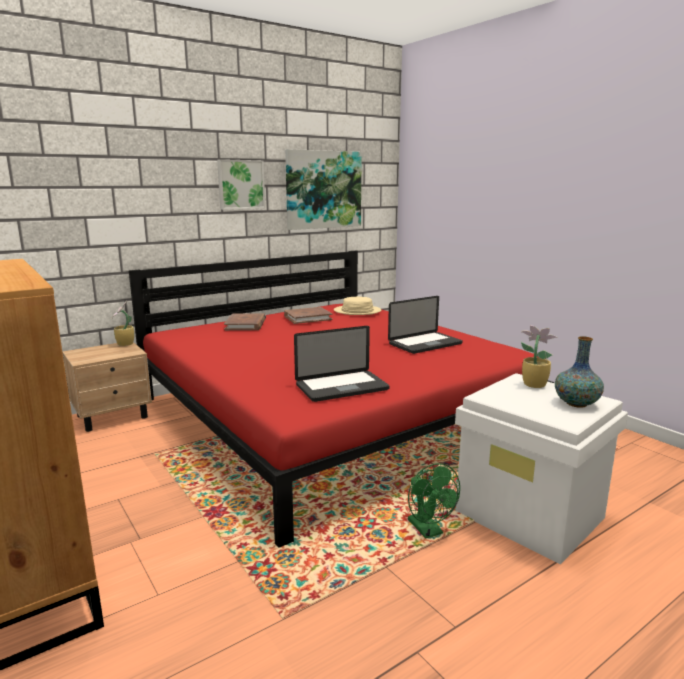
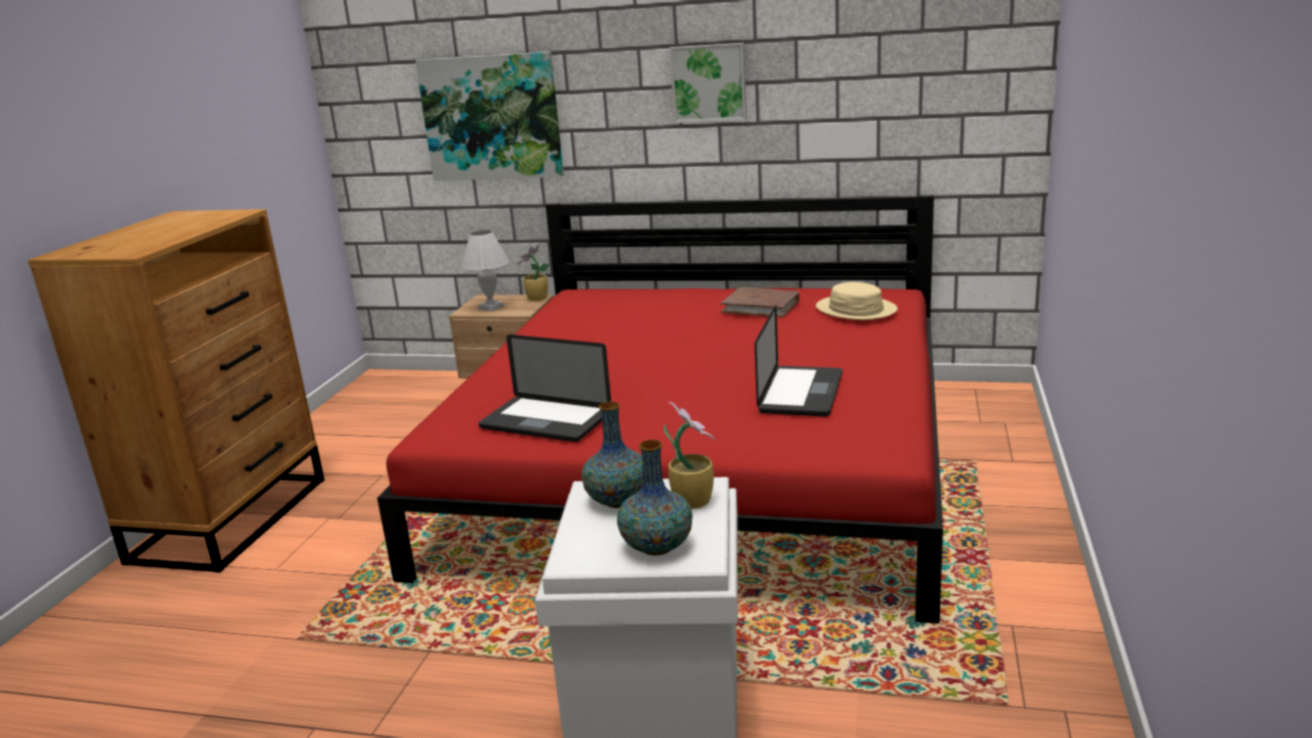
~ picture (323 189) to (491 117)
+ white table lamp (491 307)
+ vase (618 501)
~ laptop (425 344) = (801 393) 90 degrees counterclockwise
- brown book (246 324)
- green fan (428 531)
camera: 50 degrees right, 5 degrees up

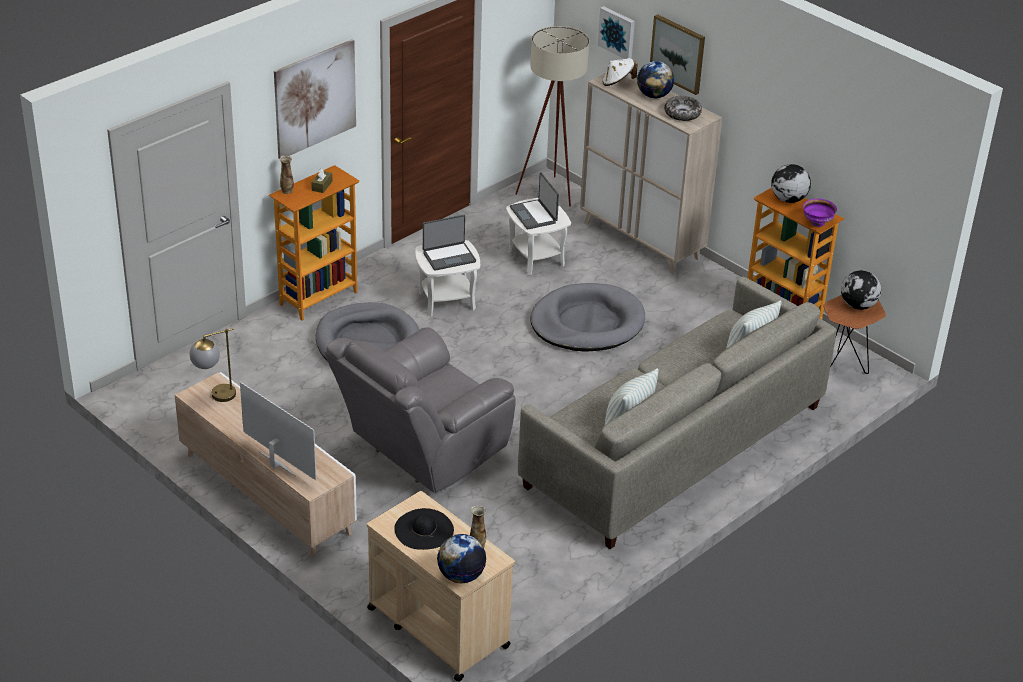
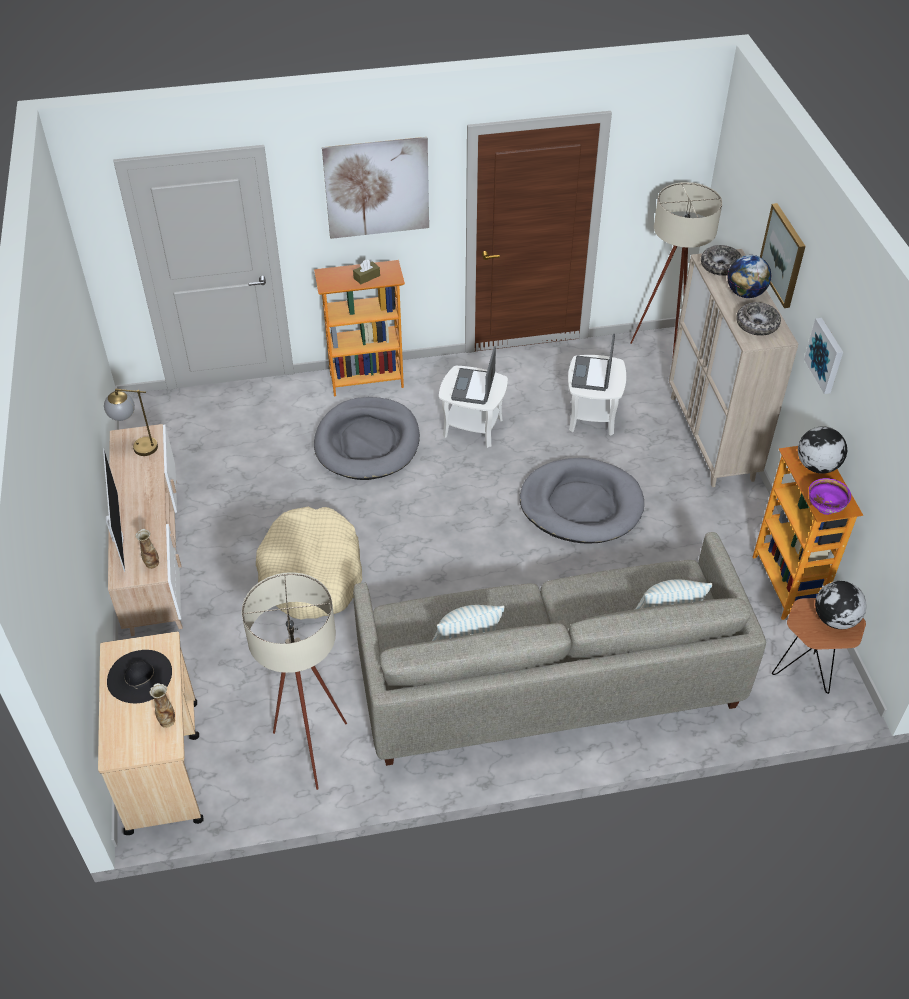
~ vase (287 191) to (152 563)
+ beige floor lamp (312 756)
~ grey armchair (421 453) to beige dog bed (312 574)
~ laptop (449 256) = (474 387) 90 degrees clockwise
~ white hat (617 82) to bowl (720 266)
~ picture (617 32) to (826 355)
- globe (461 576)
camera: 35 degrees right, 10 degrees up

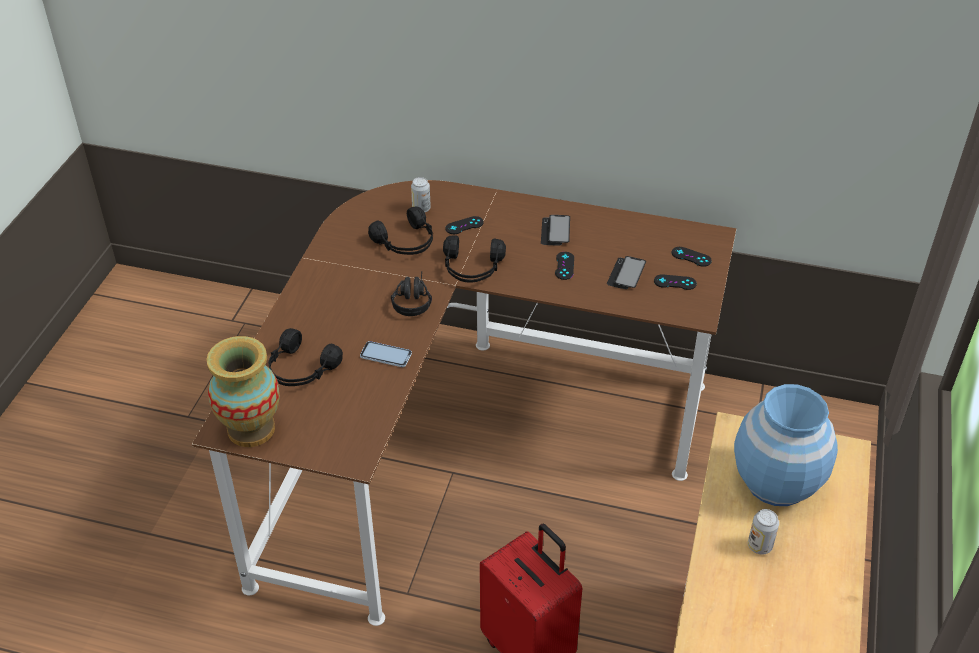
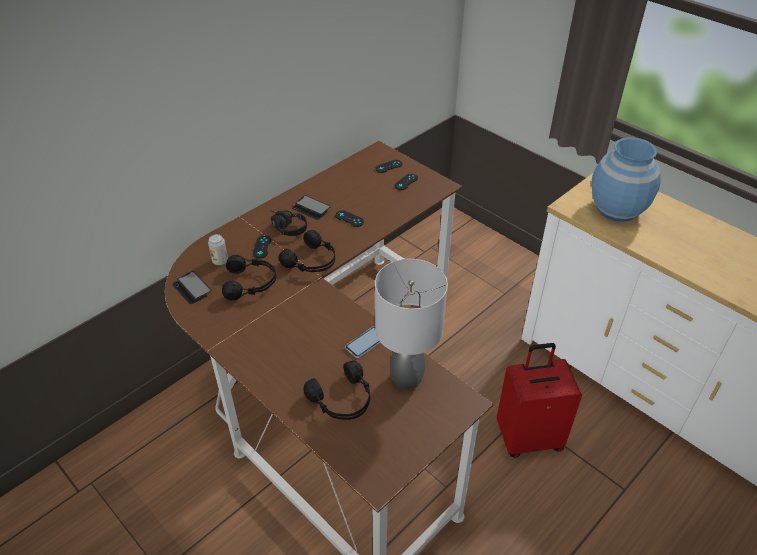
~ phone (626 274) to (192 288)
~ black headphones (412 299) to (285 227)
+ grey table lamp (406 378)
- vase (251 429)
- can (759 546)
camera: 60 degrees left, 0 degrees up

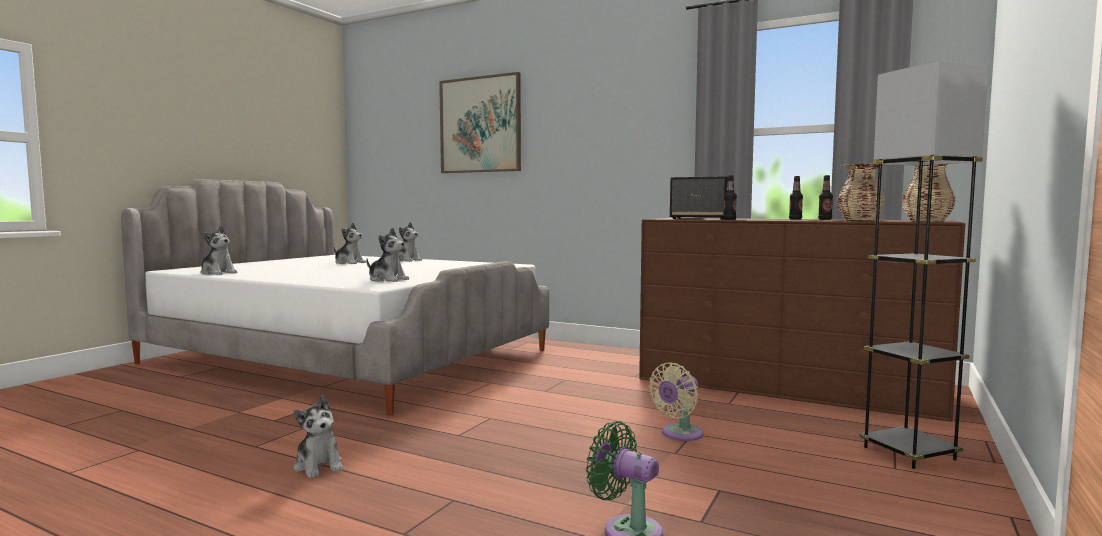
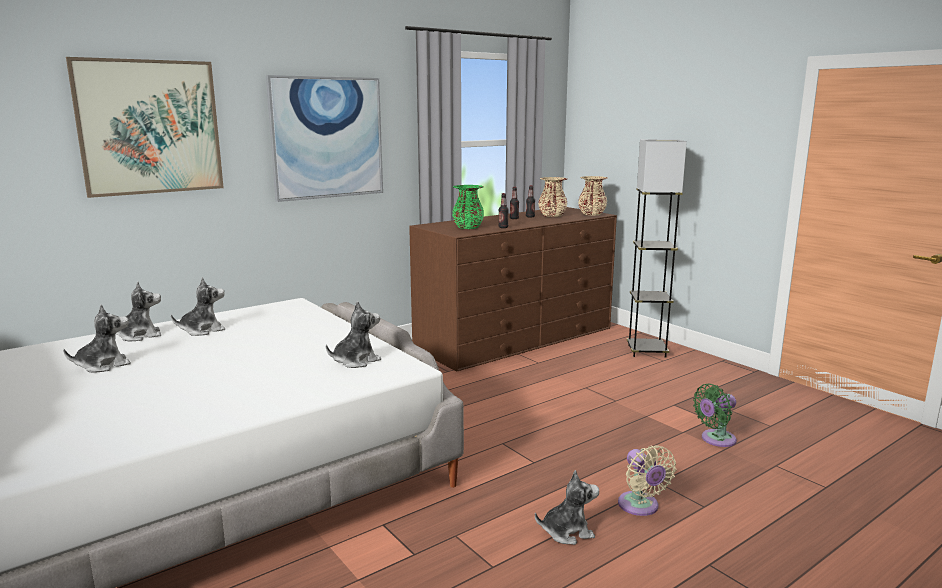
~ plush toy (218 273) to (203 330)
+ picture (327 138)
~ speaker (700 218) to green vase (468 227)
~ beige fan (679 434) to (640 507)
camera: 65 degrees left, 10 degrees up

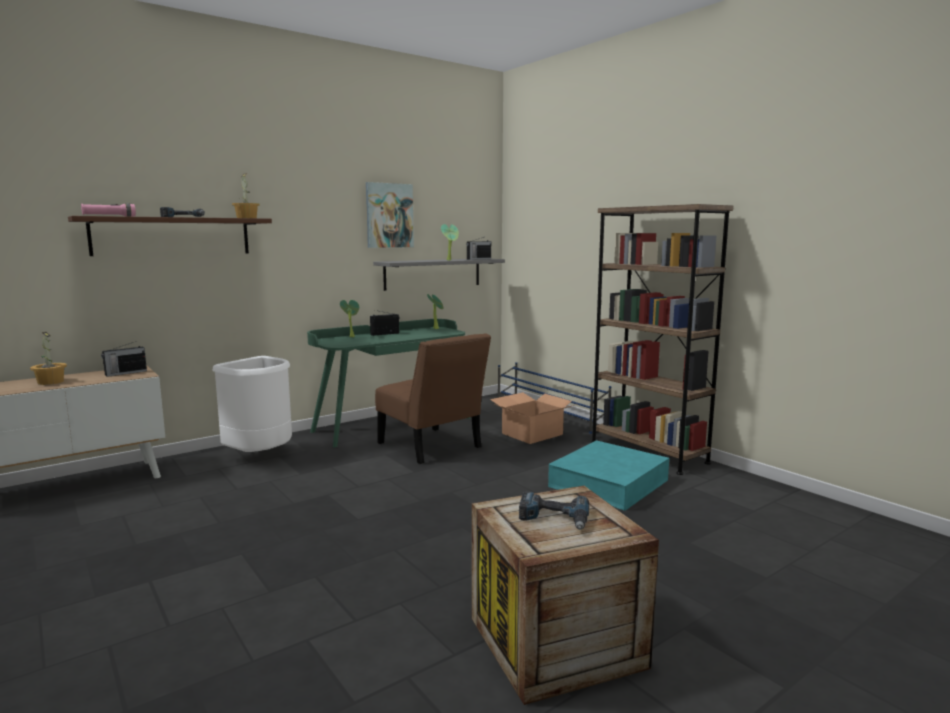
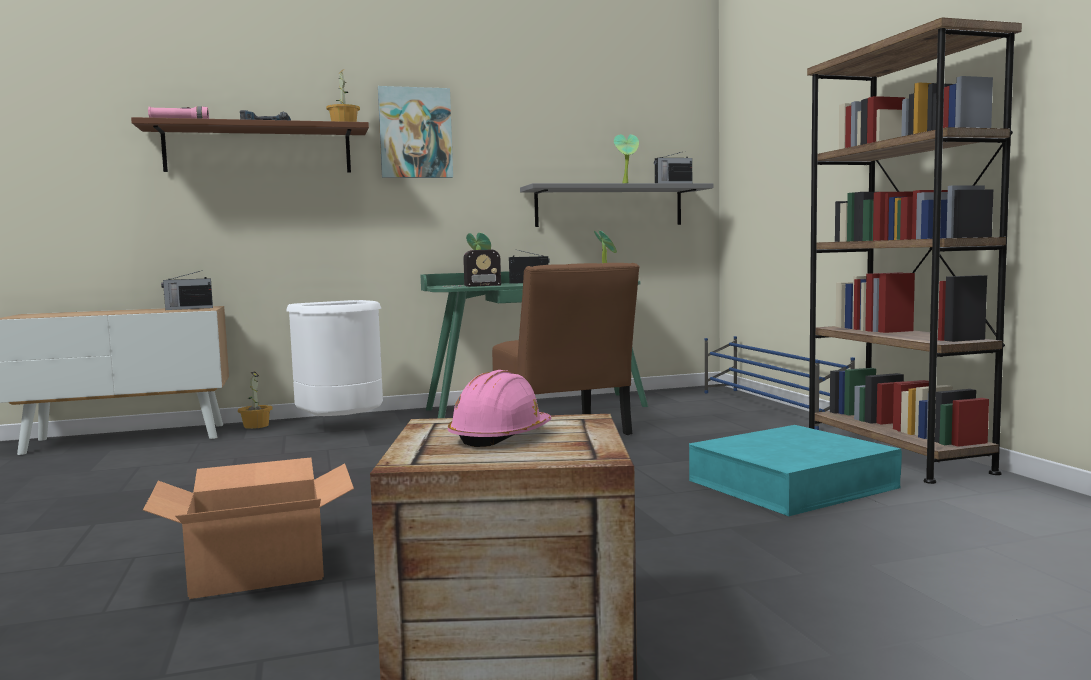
~ cardboard box (531 434) to (258 568)
~ potted plant (50 382) to (256 426)
~ picture (389 215) to (415 133)
+ radio (469 286)
~ power drill (554 518) to pink hard hat (500 437)
camera: 20 degrees right, 5 degrees down

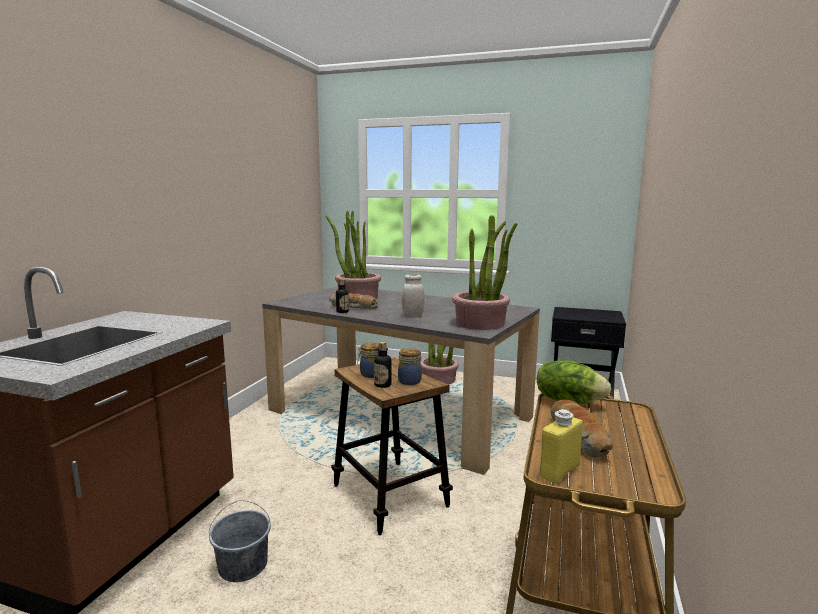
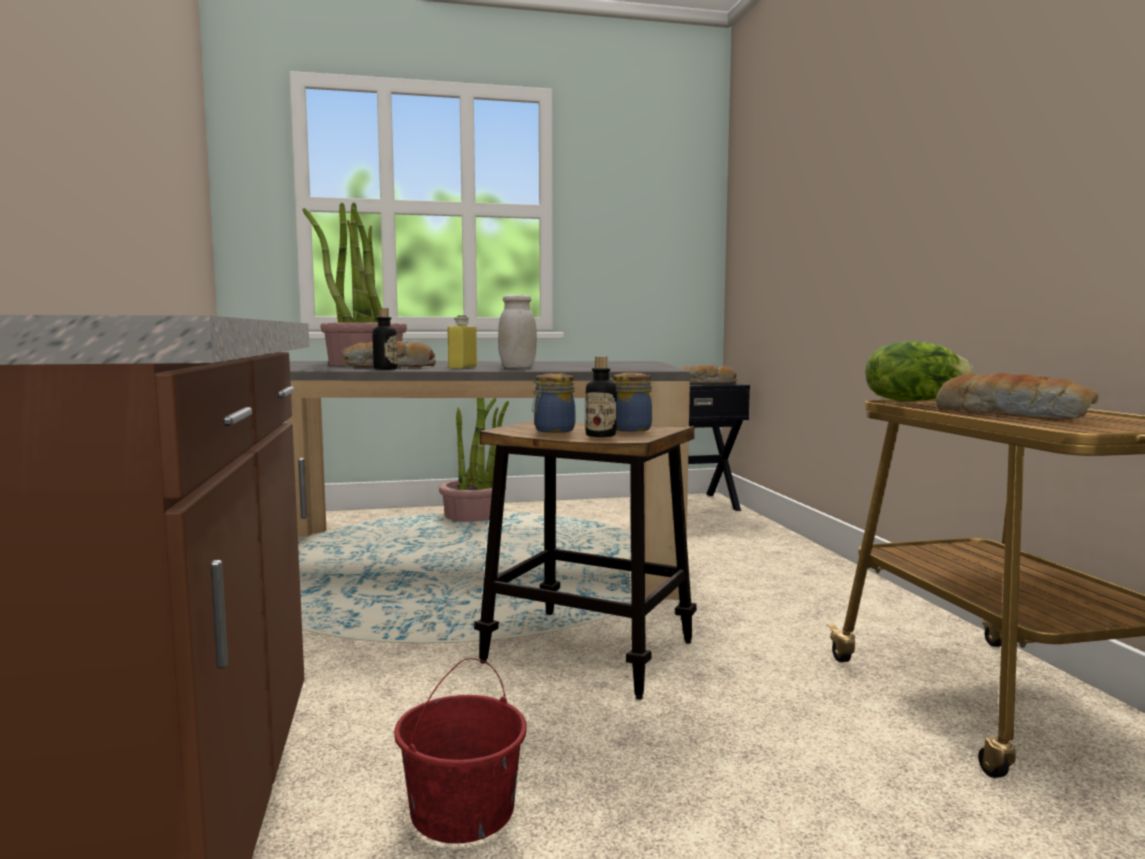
~ grey bucket (243 565) to red bucket (463 811)
~ yellow bottle (559 471) to (462 367)
+ bread (704 384)
- potted plant (480 323)
camera: 30 degrees left, 5 degrees down

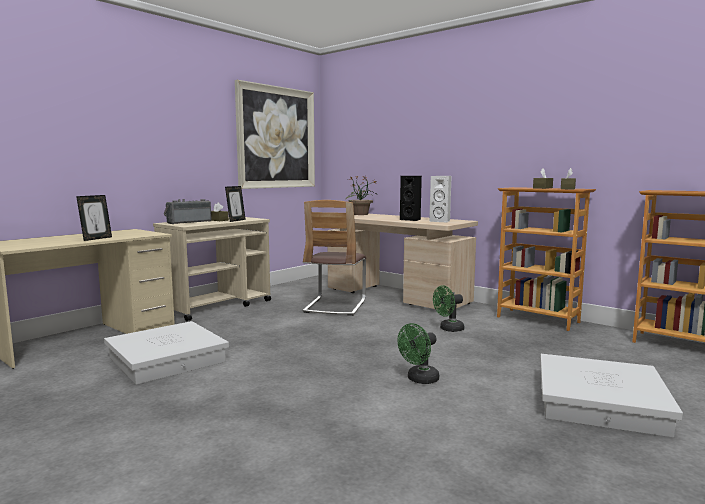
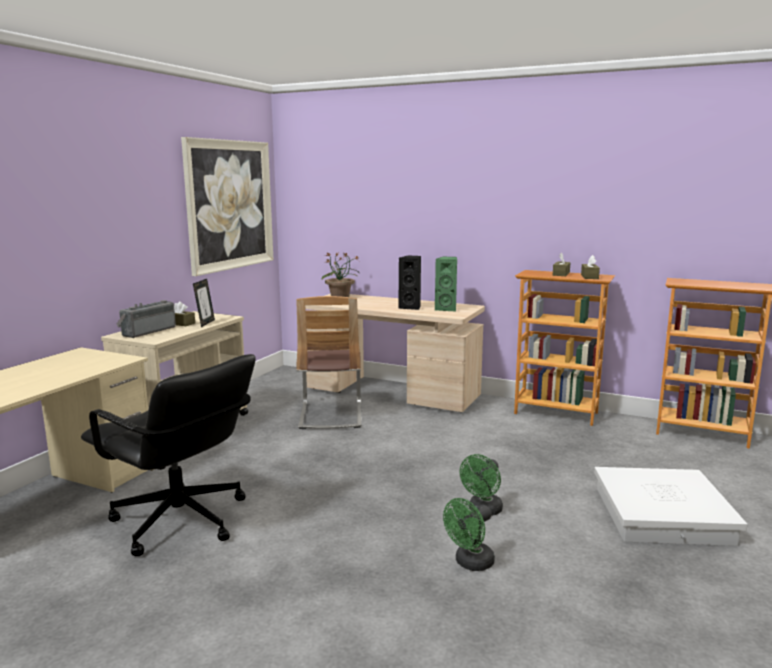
~ white storage box (166 359) to black office chair (180 521)
~ white speaker (441 221) to green speaker (447 309)
~ green fan (448 329) to (470 563)
- picture frame (96 238)
camera: 15 degrees left, 5 degrees up

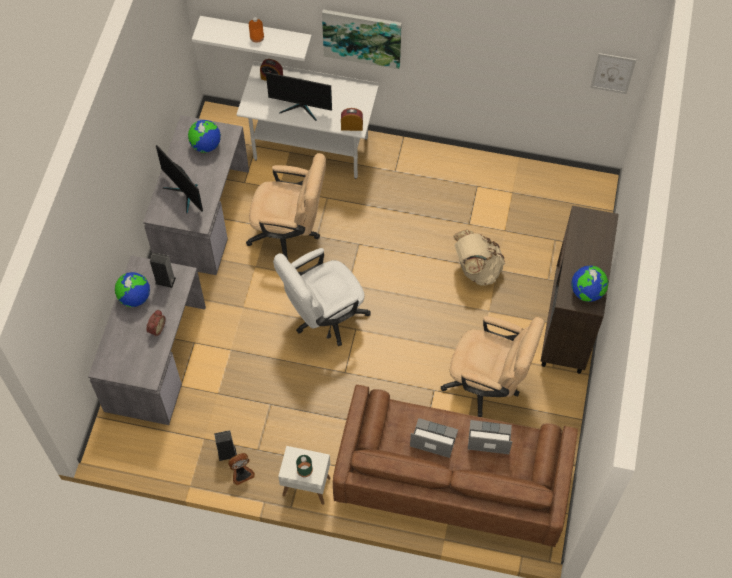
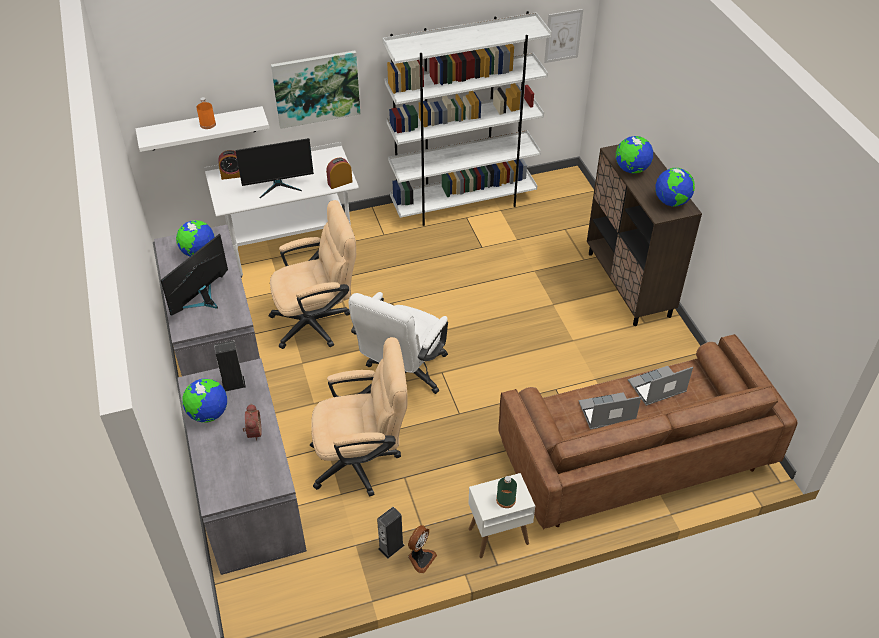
~ monitor (184 194) = (203 300) 105 degrees clockwise
~ beige office chair (487 385) to (363 461)
+ white bookcase (463 203)
+ globe (631 169)
- beige backpack (476 269)
camera: 30 degrees left, 15 degrees down

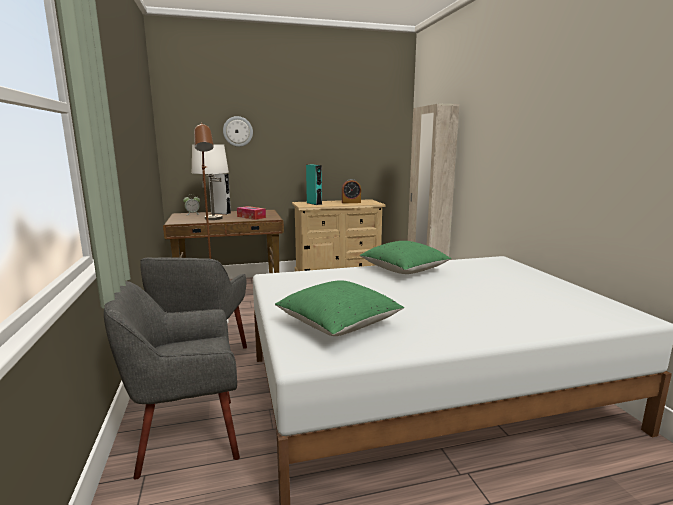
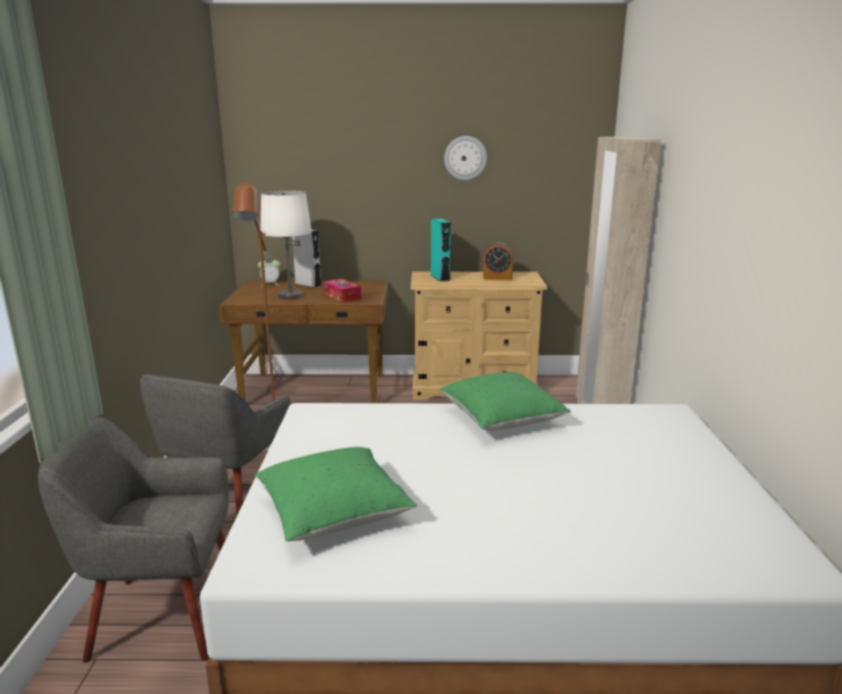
~ wall clock (238 131) to (465 158)
camera: 15 degrees right, 5 degrees up

